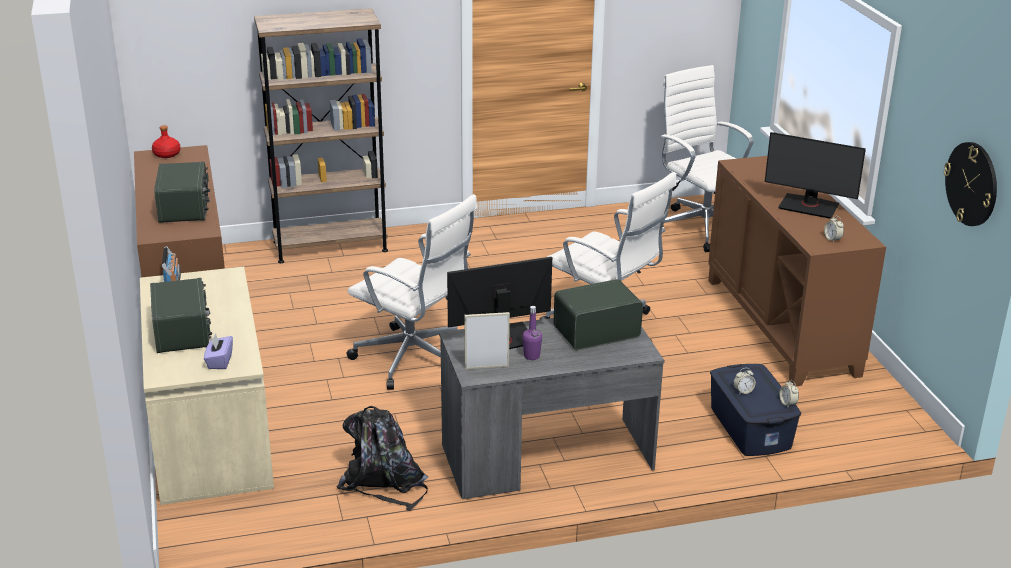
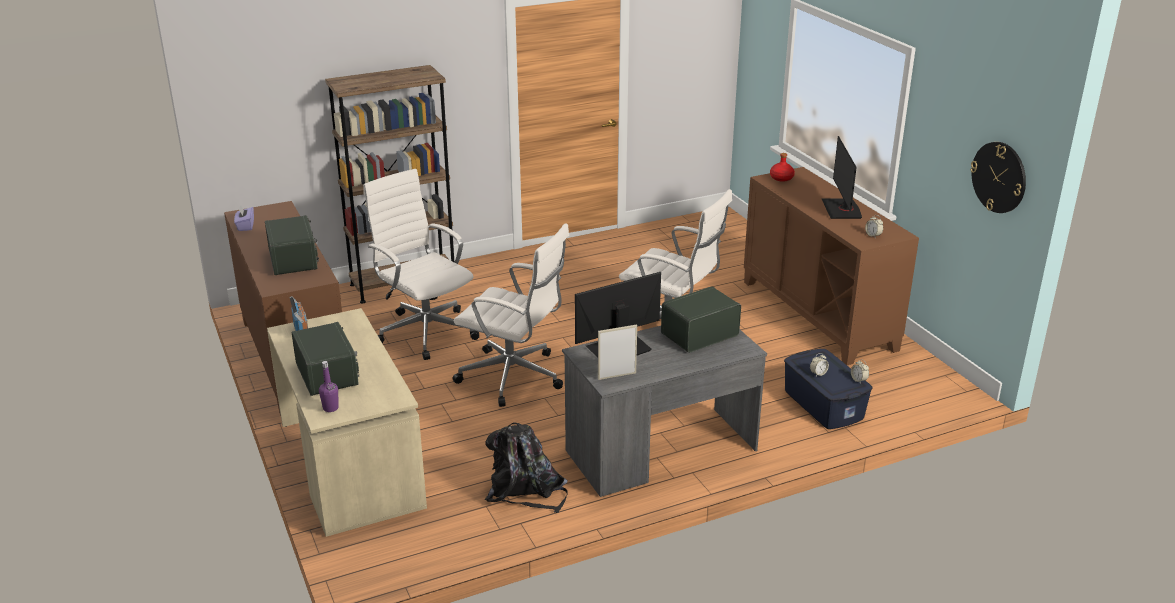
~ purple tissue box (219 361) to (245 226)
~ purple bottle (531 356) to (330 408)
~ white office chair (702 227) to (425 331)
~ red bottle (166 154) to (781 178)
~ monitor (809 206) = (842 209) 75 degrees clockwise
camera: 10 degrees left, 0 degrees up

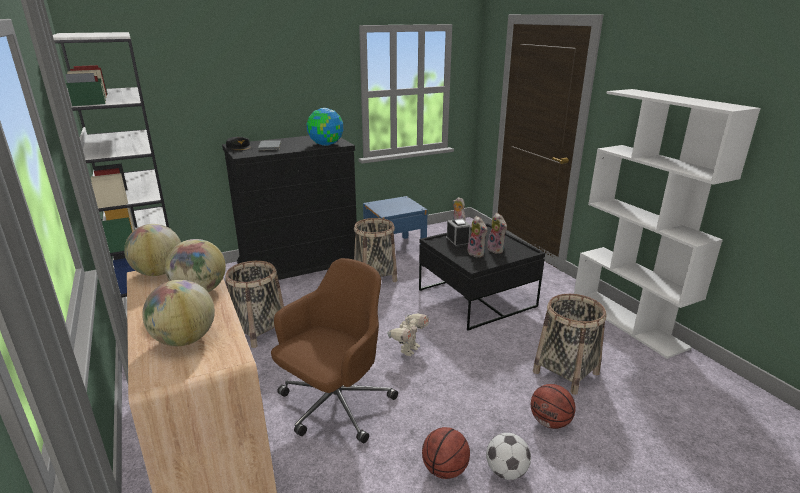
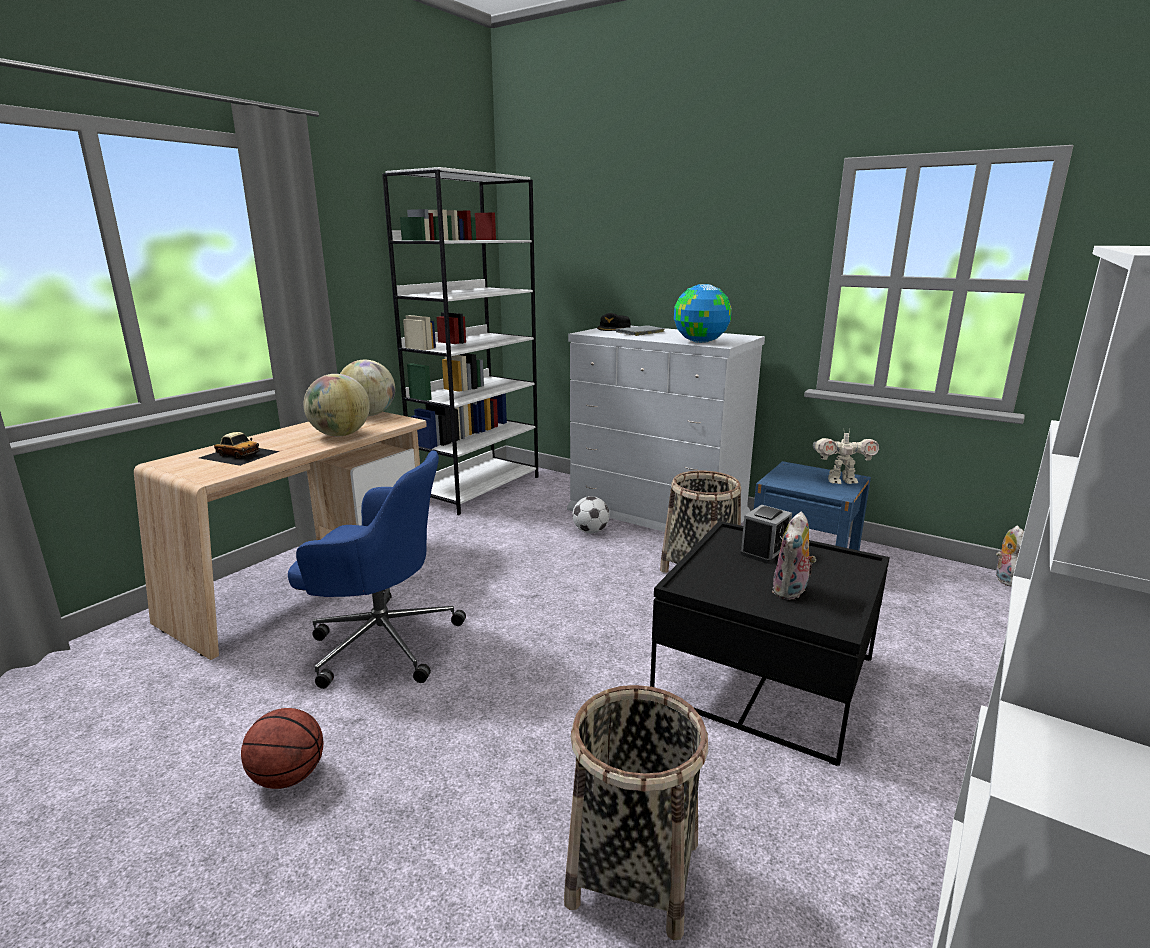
~ globe (185 340) to toy car (239 454)
~ brown office chair (334 405) to blue office chair (381 642)
~ black dresser (299 263) to white dresser (658 513)
~ football (506 471) to (590 531)
~ toy robot (408 349) to (841 481)
- basket (259 331)
- plush toy (477 253)
- basketball (550 422)
camera: 60 degrees right, 5 degrees down

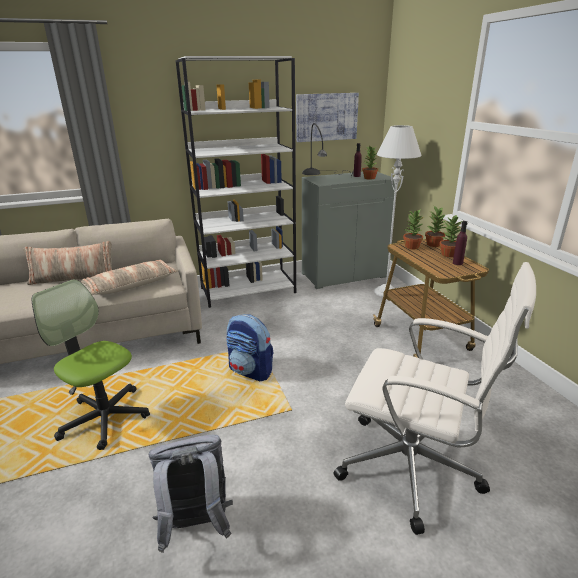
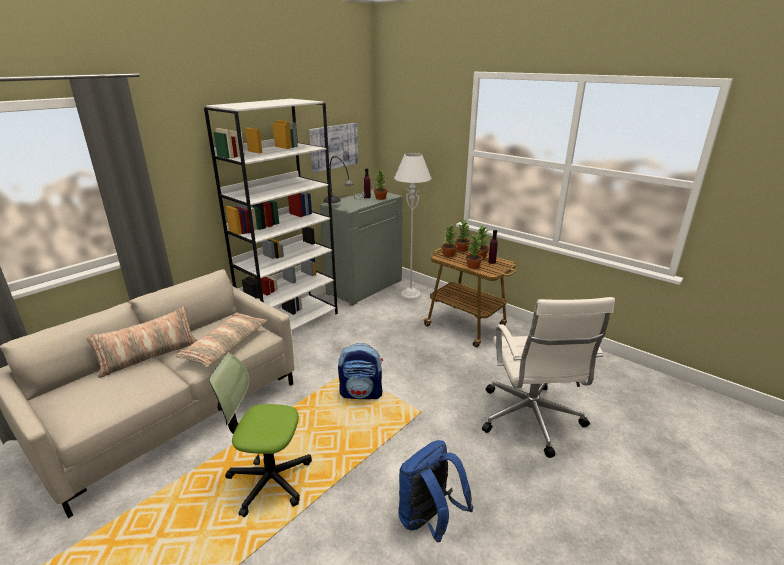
~ grey backpack (196 526) to blue backpack (429 520)
+ potted plant (473 266)
~ white office chair (413 468) = (530 420) 90 degrees clockwise
camera: 30 degrees left, 0 degrees up

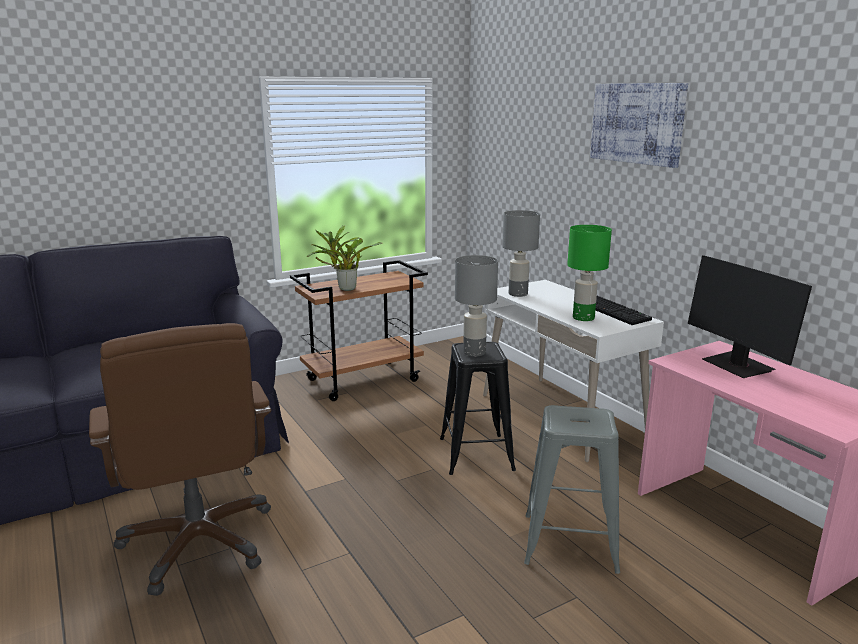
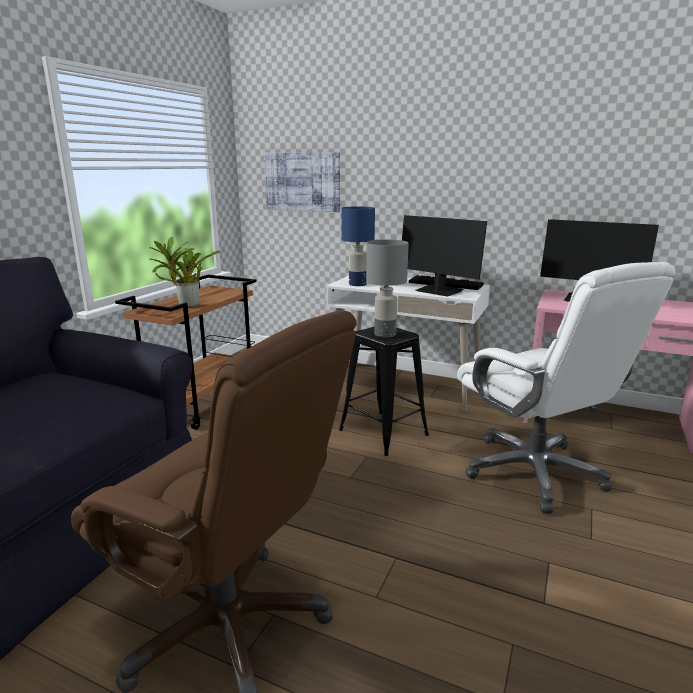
~ picture (637 123) to (302 181)
~ grey table lamp (517 294) to blue table lamp (357 284)
~ green table lamp (584 318) to monitor (439 291)
~ grey stool (570 542) to white office chair (534 472)
camera: 35 degrees left, 0 degrees up

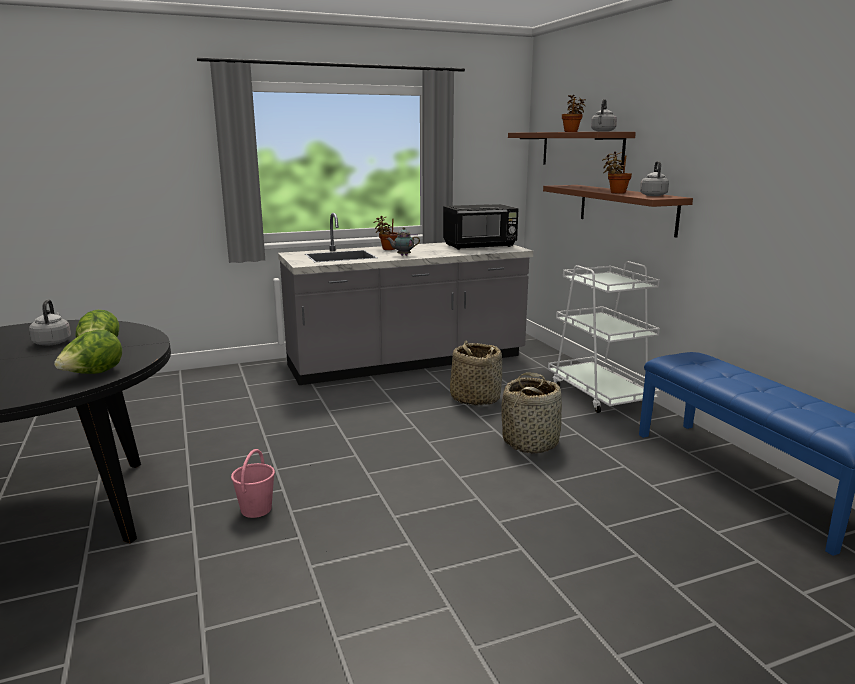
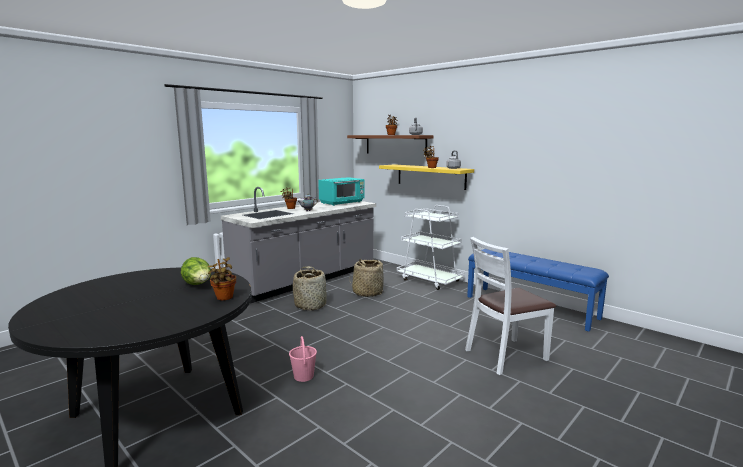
~ lettuce (93 374) to potted plant (224 298)
~ basket (531 442) to (310 305)
~ black microwave (480 246) to turquoise microwave (342 203)
~ brown shelf (626 209) to yellow shelf (430 176)
+ white chair (505 355)
- grey kettle (53 342)
camera: 25 degrees left, 5 degrees down

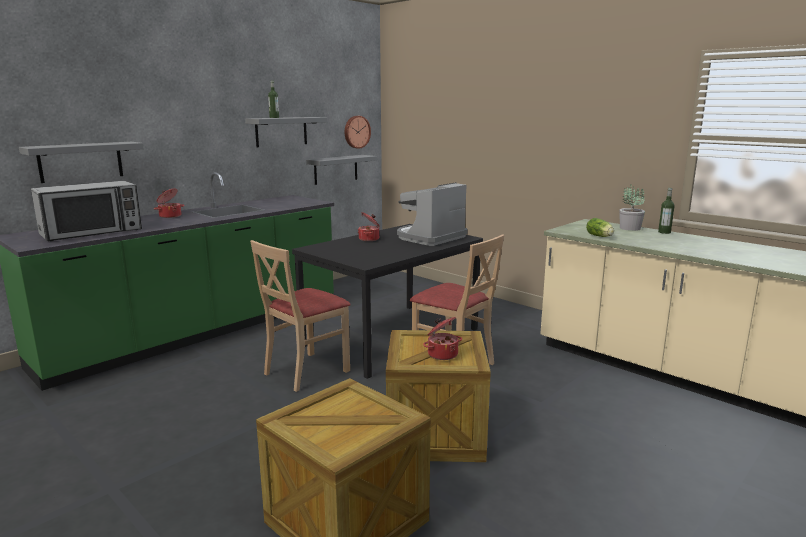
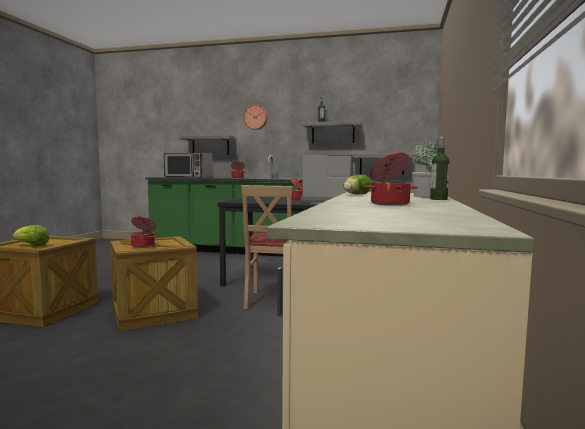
+ lettuce (31 245)
~ wall clock (356 132) to (255 117)
+ cooking pot (389 204)
- beige chair (306 371)
camera: 60 degrees right, 10 degrees down

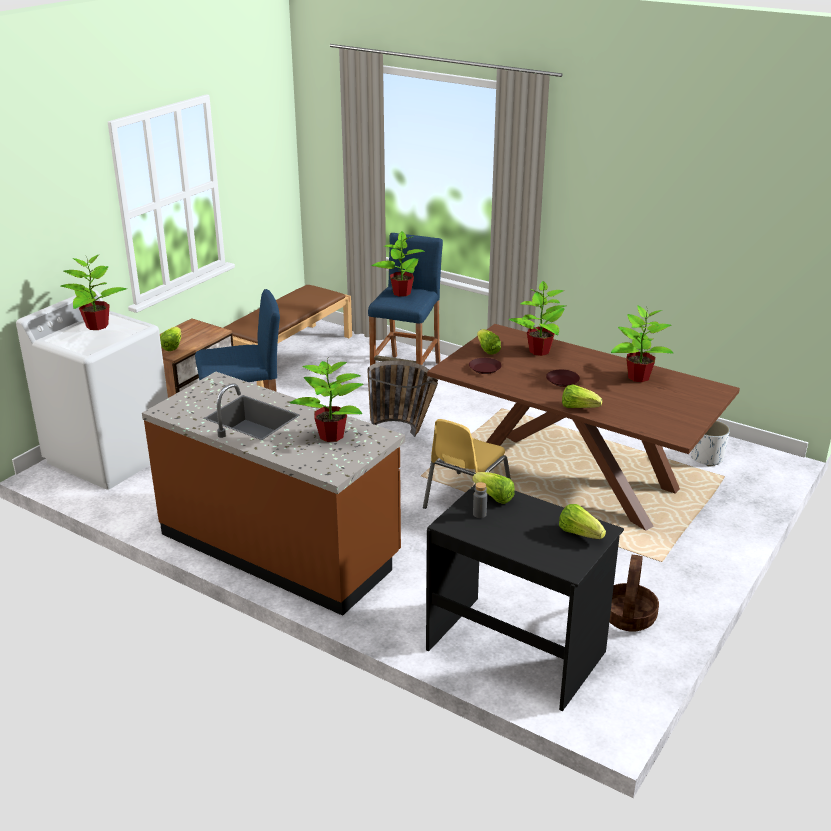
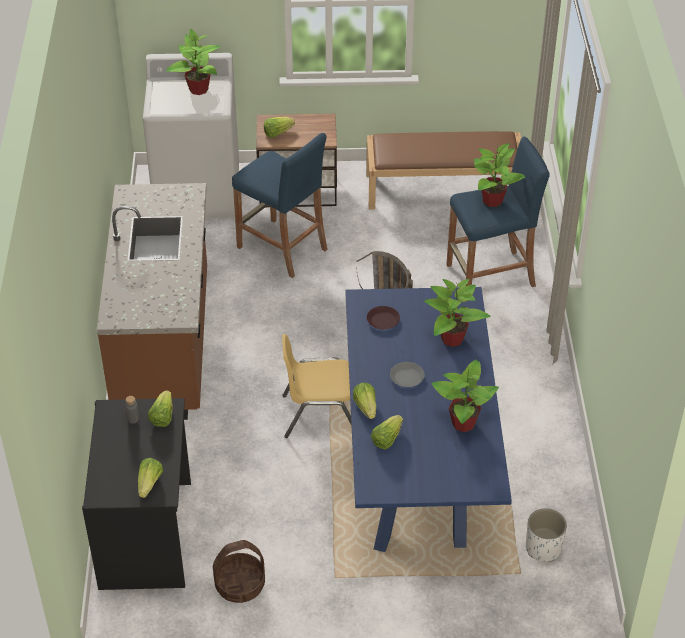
~ brown dining table (571 477) to blue dining table (417 465)
~ lettuce (487 349) to (387 439)
~ brown plate (562 381) to grey plate (407 377)
- potted plant (332 435)
camera: 55 degrees right, 15 degrees up

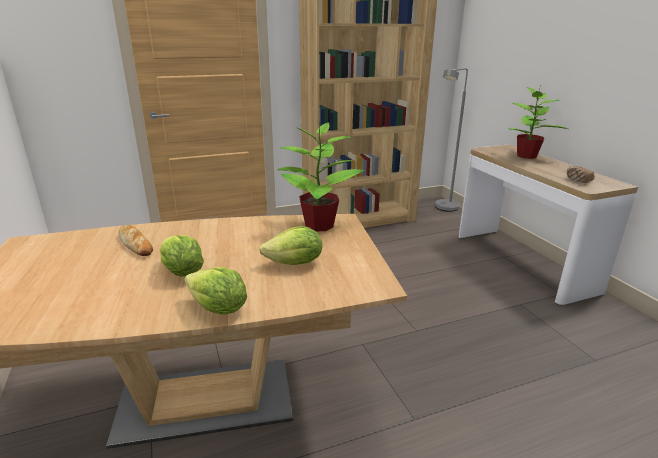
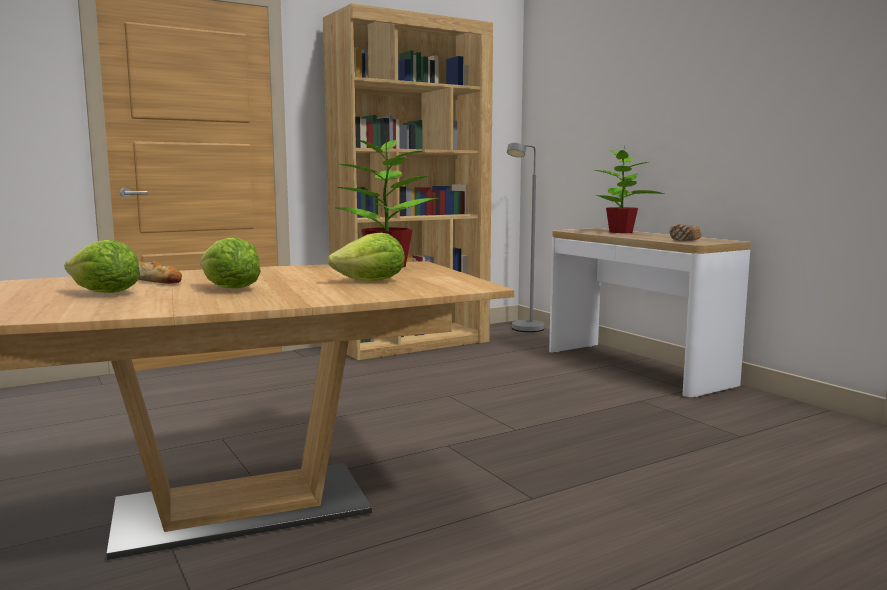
~ lettuce (218 309) to (105 293)
camera: 10 degrees left, 15 degrees down

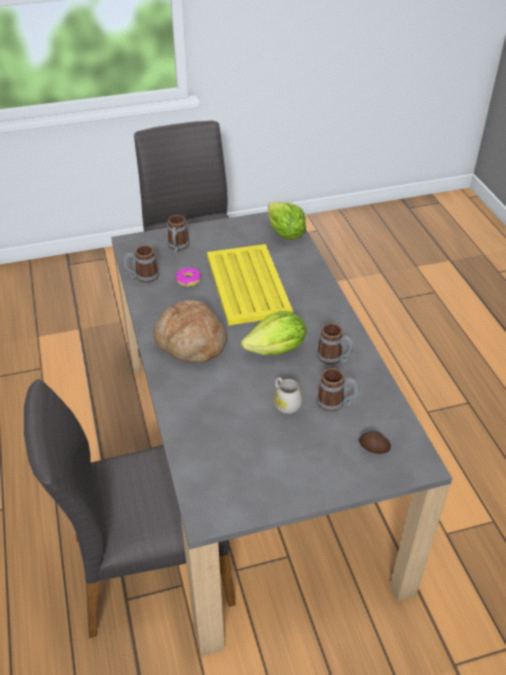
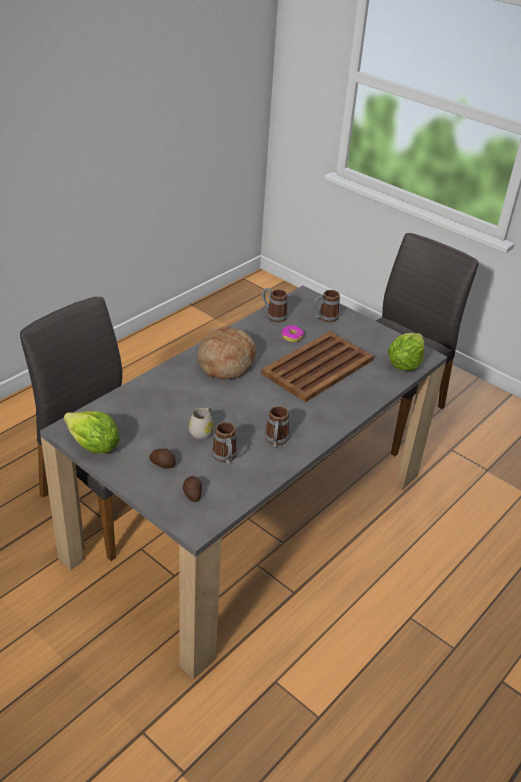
~ lettuce (277 350) to (93 446)
+ potato (163 463)
~ yellow tray (248 284) to brown tray (319 366)
camera: 55 degrees right, 5 degrees down

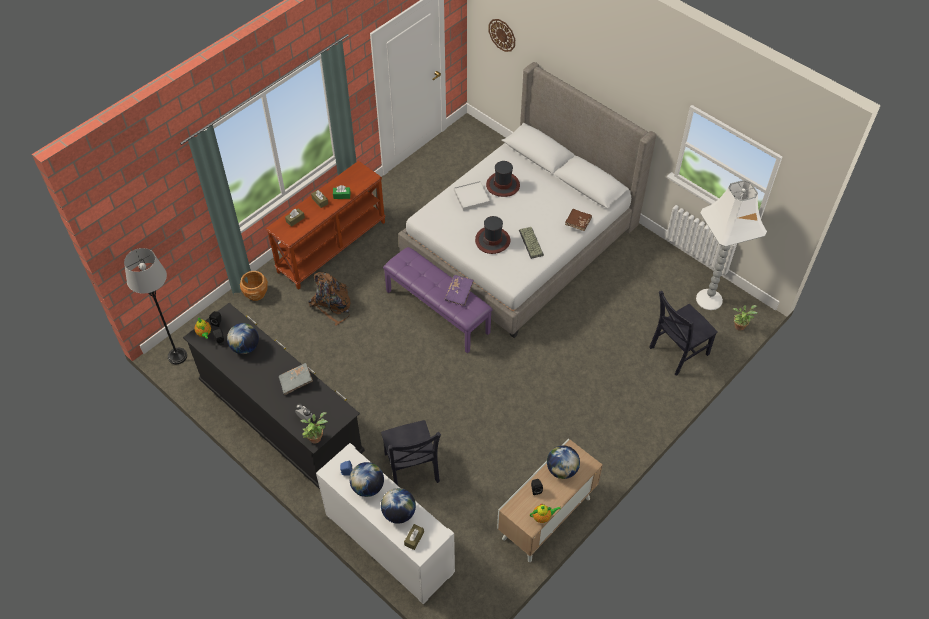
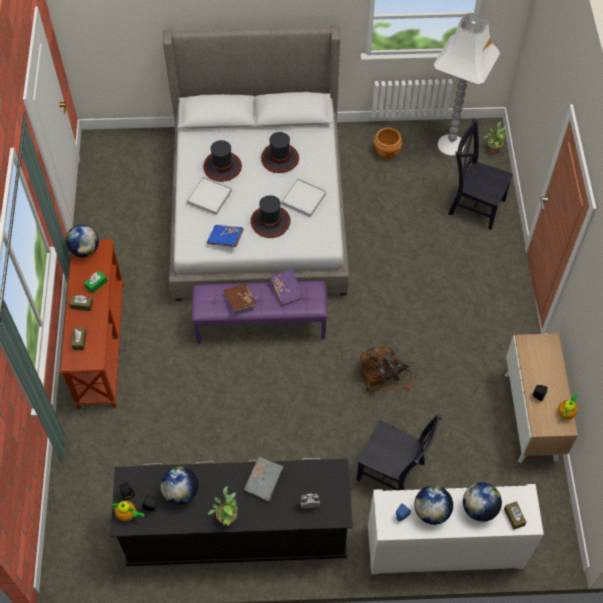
~ globe (562 470) to (85 250)
+ blue book (225 239)
~ potted plant (316 437) to (226 517)
~ brown book (577 223) to (240 301)
+ hat (279 158)
~ keyboard (531 243) to white tray (304 199)
~ brown backpack (332 304) to (383 375)
~ brown planter (256 293) to (387 152)
~ black chair (677 352) = (474 205) 105 degrees clockwise
- grey floor lamp (177 356)
- wall clock (502 35)
camera: 45 degrees left, 5 degrees up

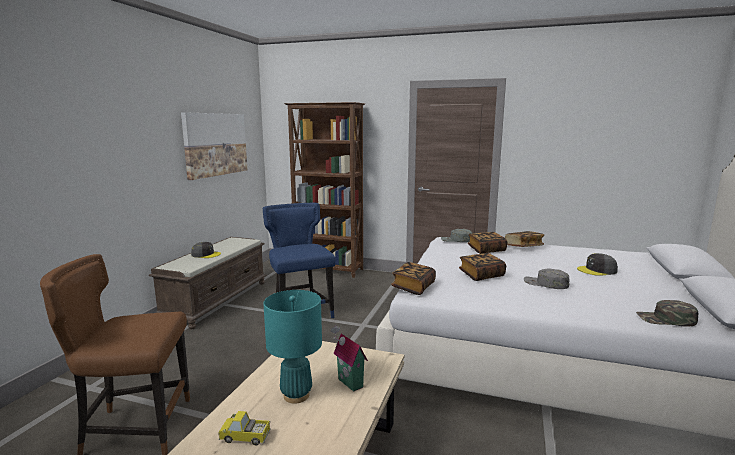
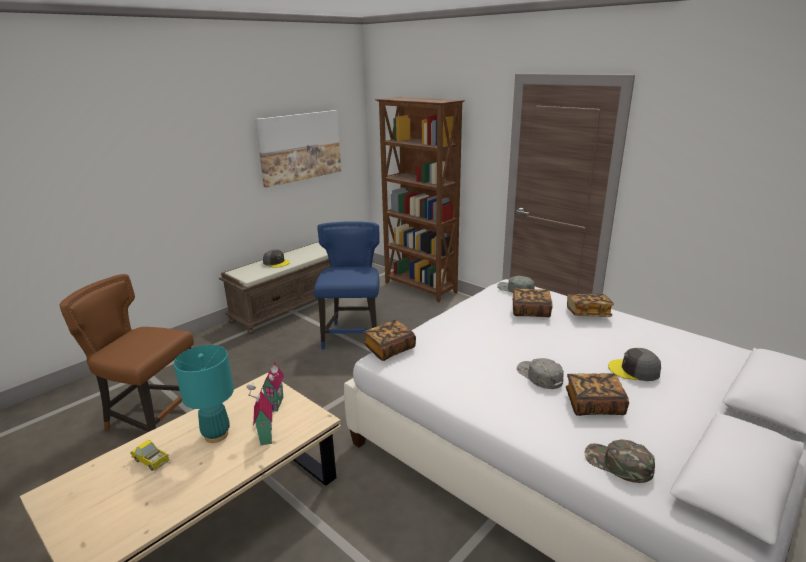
+ toy house (277 404)
~ book (481 275) to (594 405)
camera: 25 degrees right, 10 degrees up

